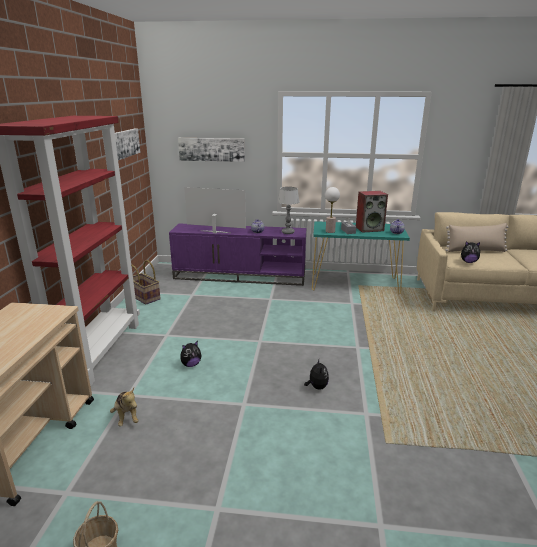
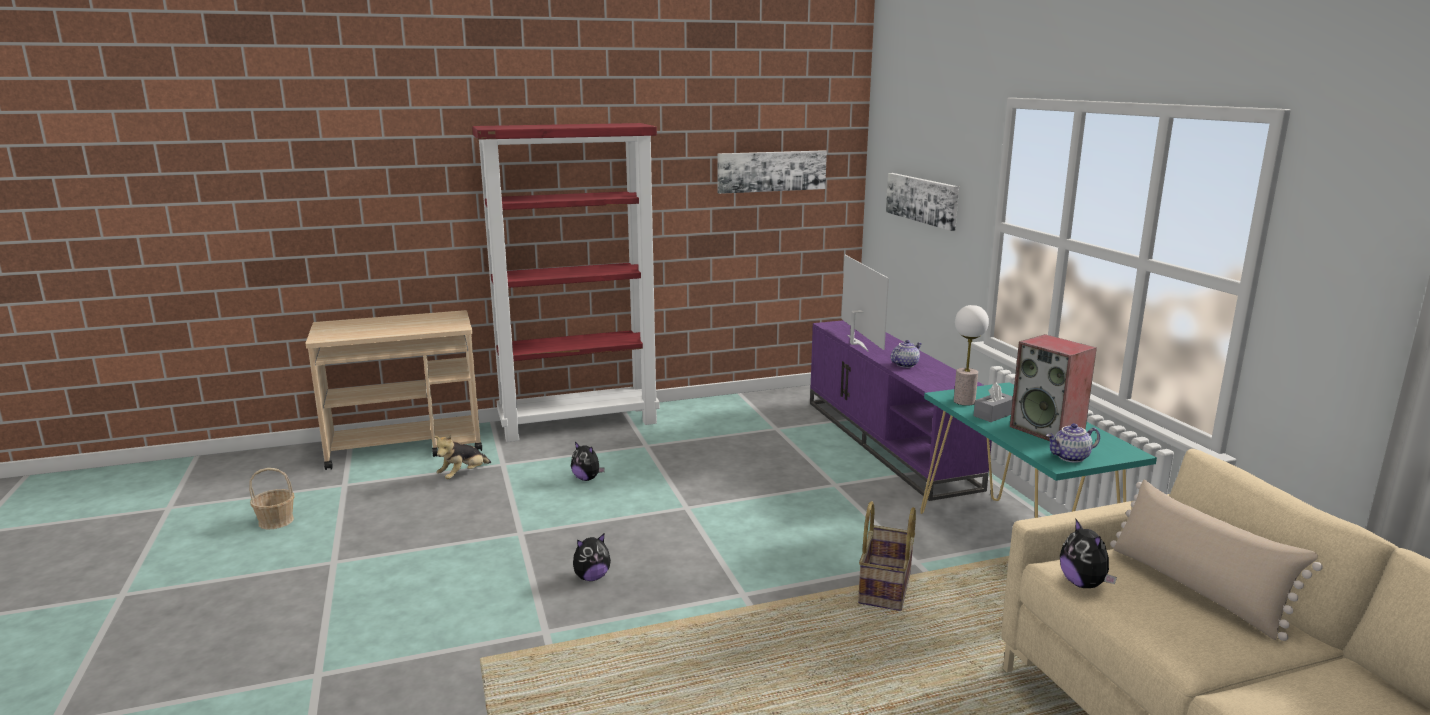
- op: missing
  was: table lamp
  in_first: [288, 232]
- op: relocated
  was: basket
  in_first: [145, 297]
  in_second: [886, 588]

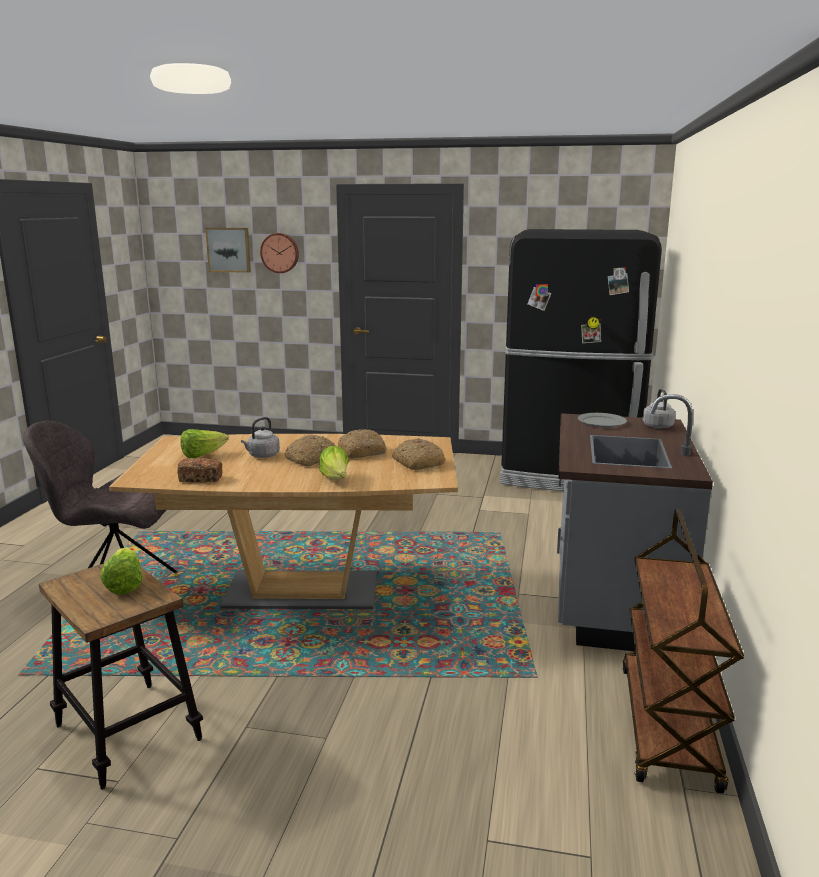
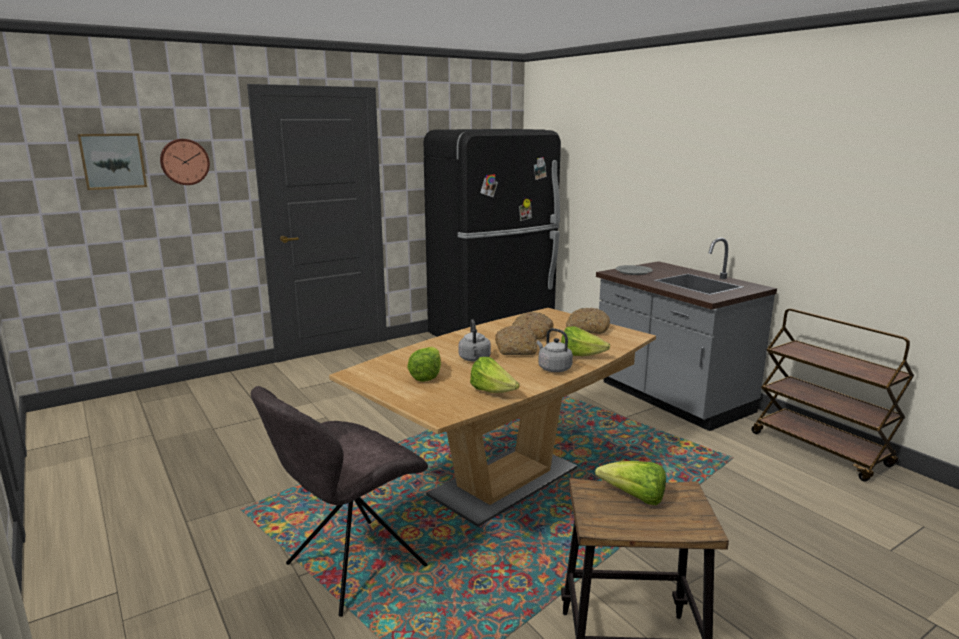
- op: relocated
  was: grey tea kettle
  in_first: [657, 425]
  in_second: [553, 368]
- op: exchanged
  was: baked bread
  now: lettuce head
  in_first: [201, 479]
  in_second: [493, 392]

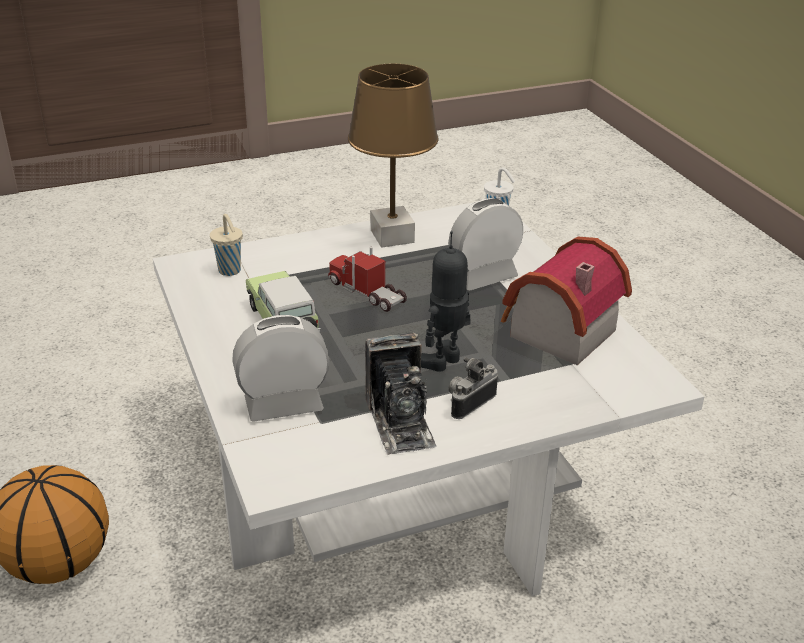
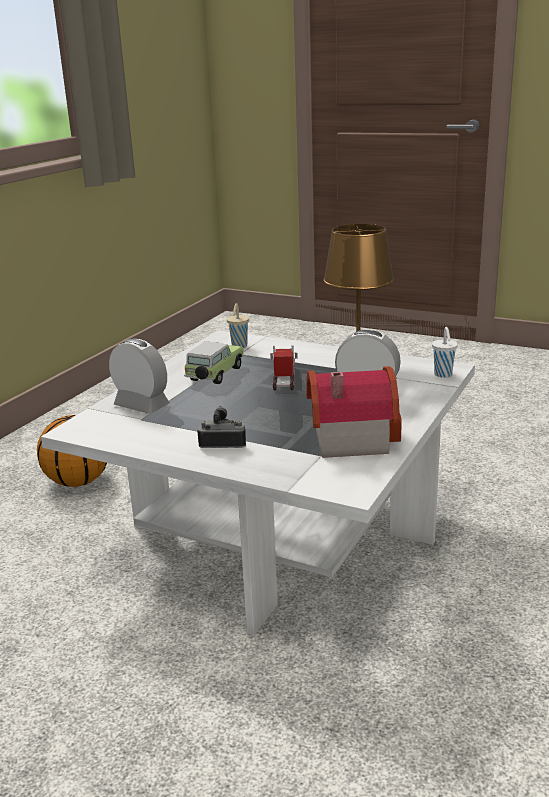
- op: missing
  was: still camera
  in_first: [400, 422]
- op: missing
  was: model robot
  in_first: [444, 362]

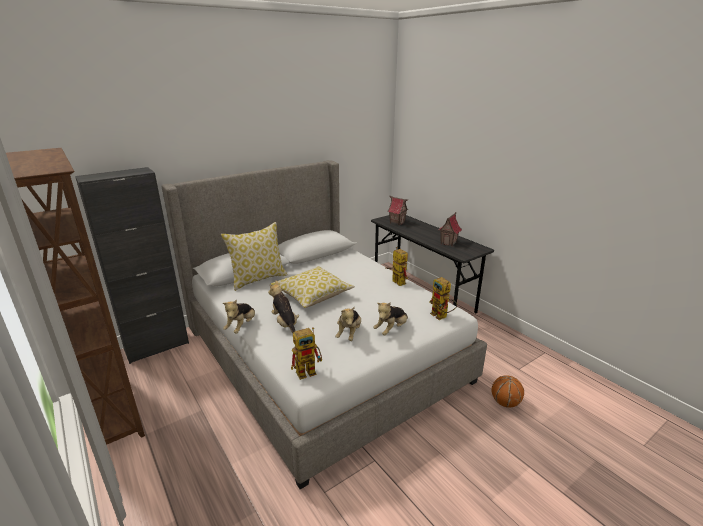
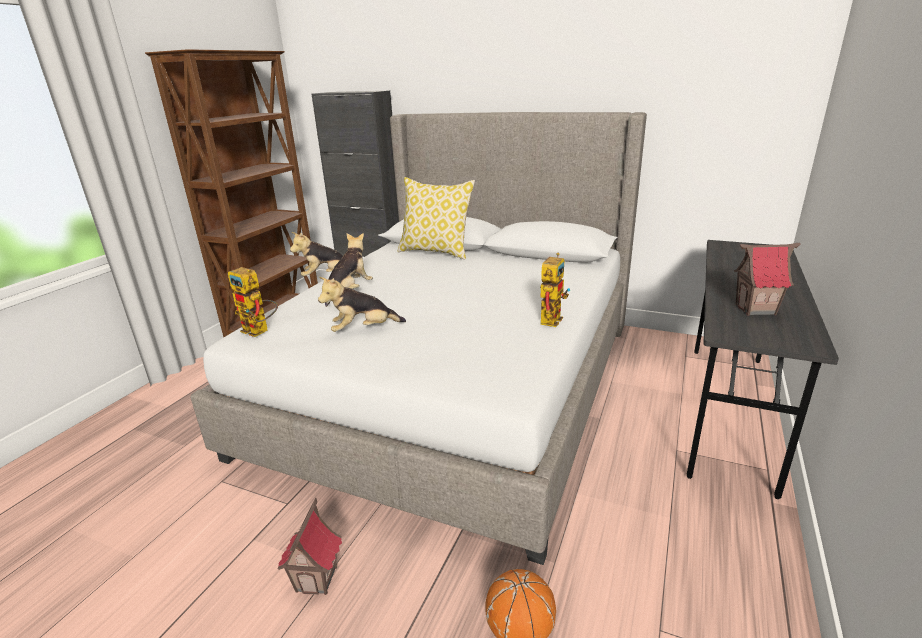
- op: missing
  was: pillow
  in_first: [312, 295]
- op: missing
  was: plush toy
  in_first: [391, 329]
- op: missing
  was: model robot
  in_first: [442, 316]
- op: relocated
  was: model house
  in_first: [397, 222]
  in_second: [317, 579]

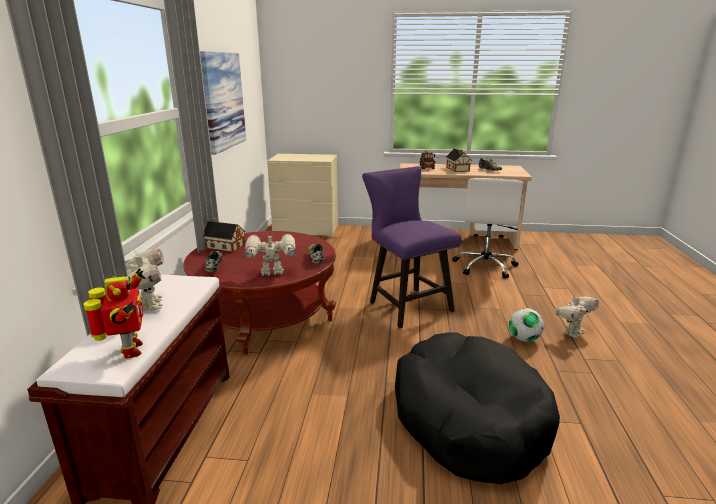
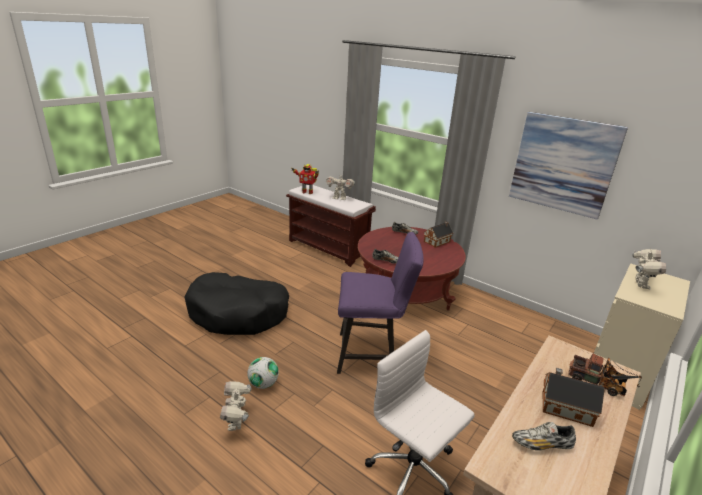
- op: relocated
  was: model robot
  in_first: [272, 274]
  in_second: [640, 284]

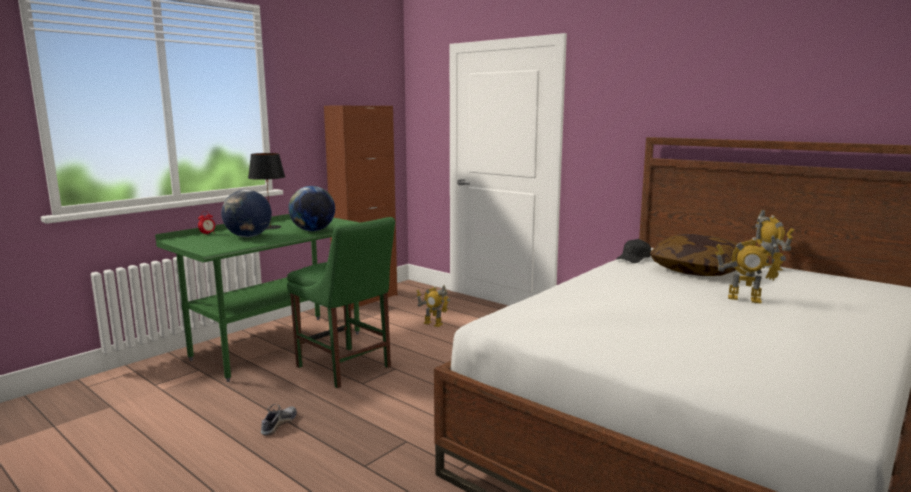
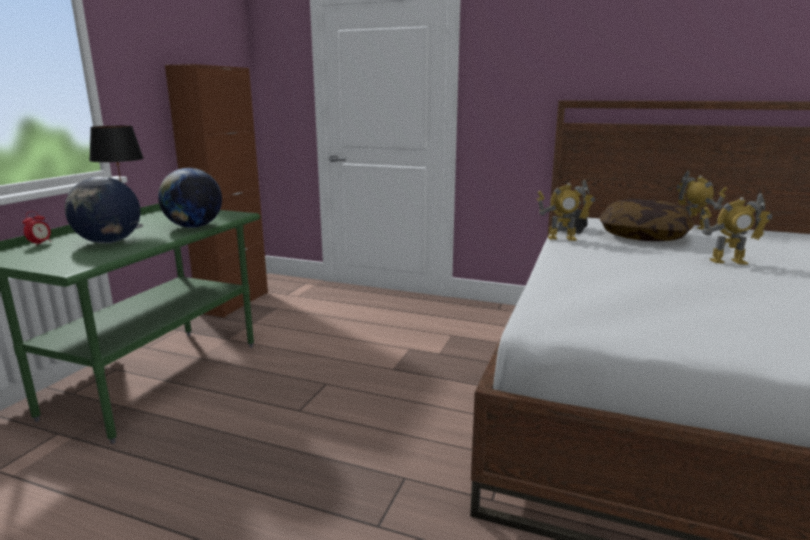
- op: missing
  was: shoe
  in_first: [278, 424]
- op: missing
  was: green-coloured upright chair
  in_first: [346, 368]
- op: relocated
  was: model robot
  in_first: [433, 324]
  in_second: [562, 238]

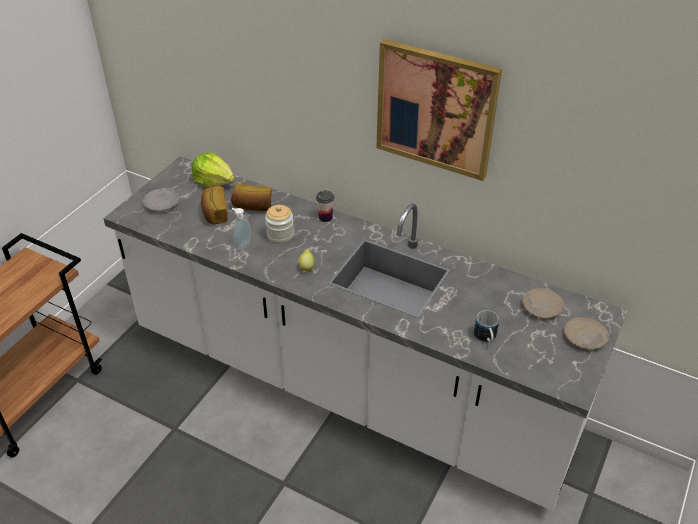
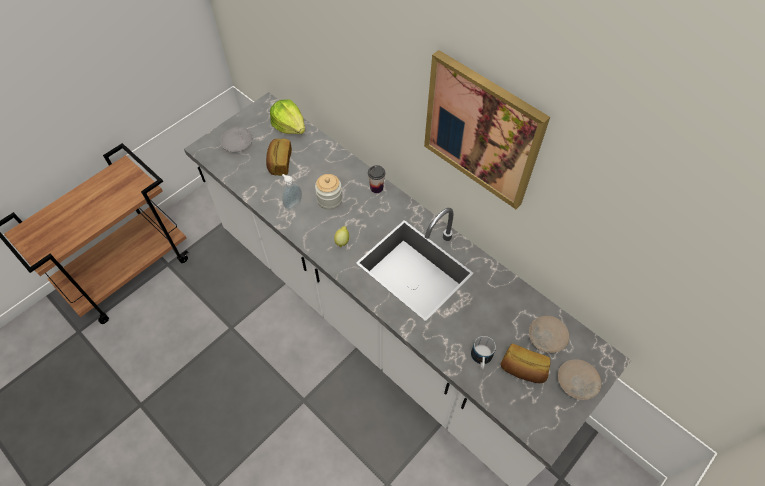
- op: relocated
  was: baked bread
  in_first: [253, 206]
  in_second: [522, 369]

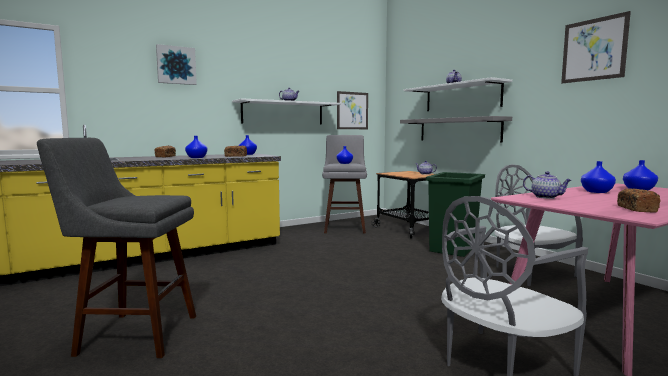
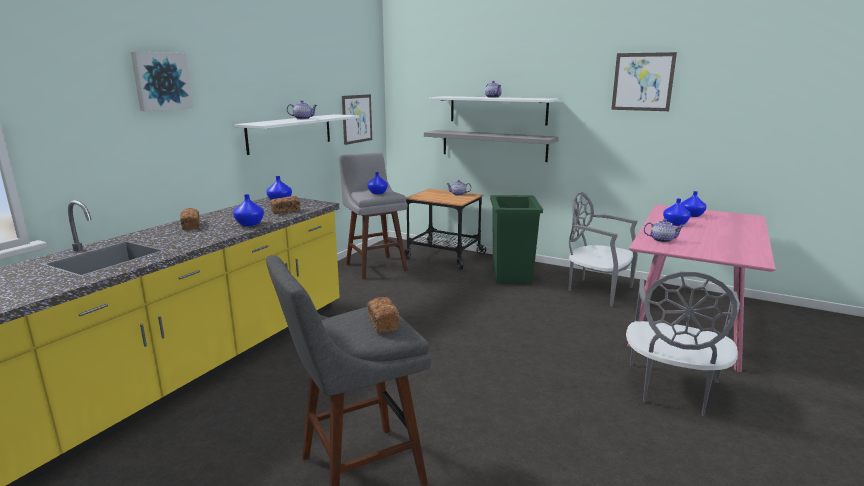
- op: relocated
  was: baked bread
  in_first: [636, 209]
  in_second: [383, 323]

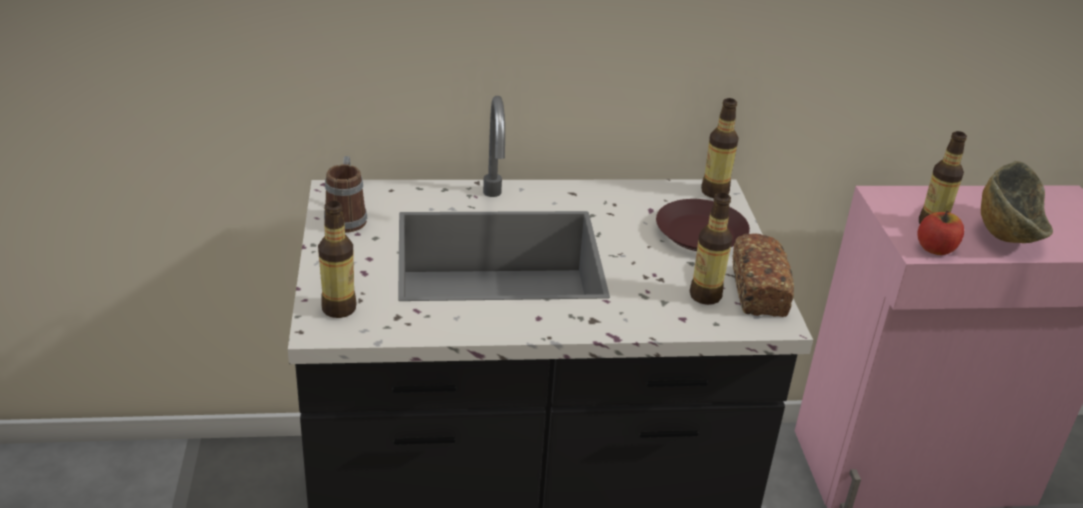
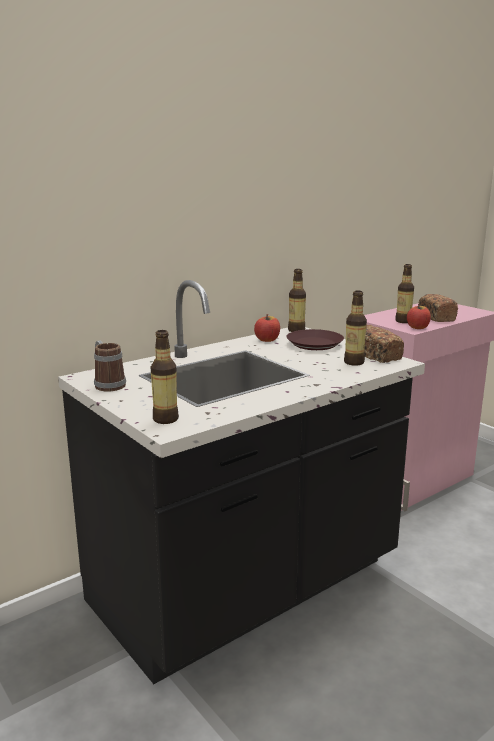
- op: appeared
  now: apple fruit
  in_second: [267, 340]
- op: exchanged
  was: deep dish
  now: baked bread
  in_first: [1008, 234]
  in_second: [436, 317]

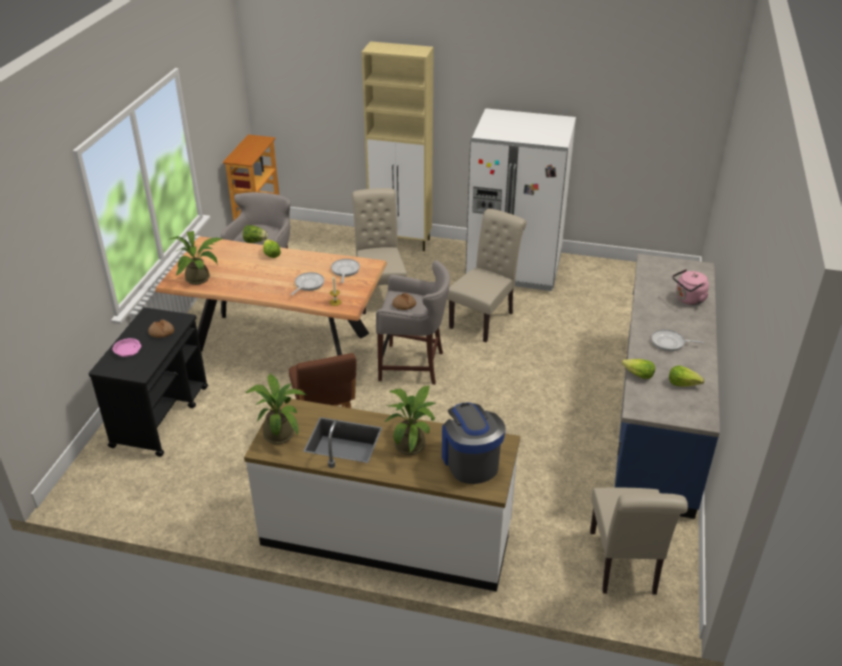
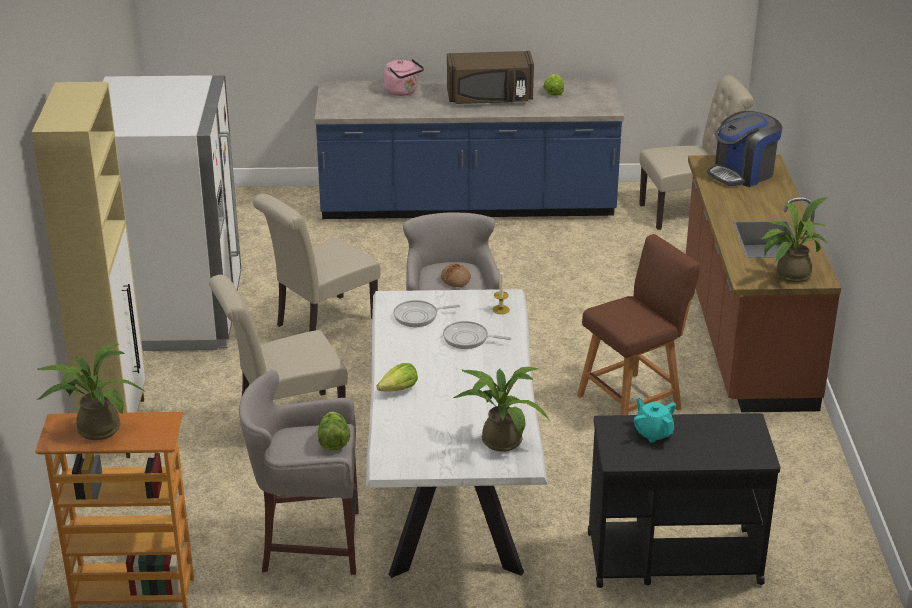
- op: missing
  was: pinkish deep dish
  in_first: [128, 351]
- op: missing
  was: lettuce head
  in_first: [638, 375]
- op: relocated
  was: plant in a pot
  in_first: [413, 443]
  in_second: [94, 427]
- op: exchanged
  was: baked bread
  now: turquoise-coloured teapot
  in_first: [161, 332]
  in_second: [653, 433]
- op: exchanged
  was: skillet
  now: brown-coloured microwave
  in_first: [670, 343]
  in_second: [490, 98]
- op: colour
  was: brown-coloured dinner table
  now: whitish dinner table
  in_first: [281, 343]
  in_second: [452, 487]
- op: colour
  was: whitish counter
  now: brown-coloured counter
  in_first: [386, 535]
  in_second: [745, 335]
- op: spun
  was: beige upright chair
  in_first: [484, 318]
  in_second: [321, 323]
  clockwise: -60

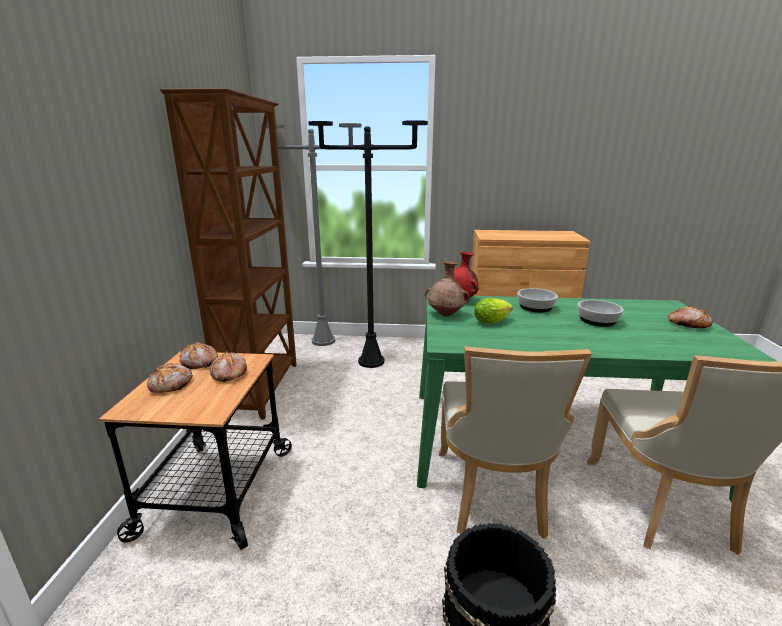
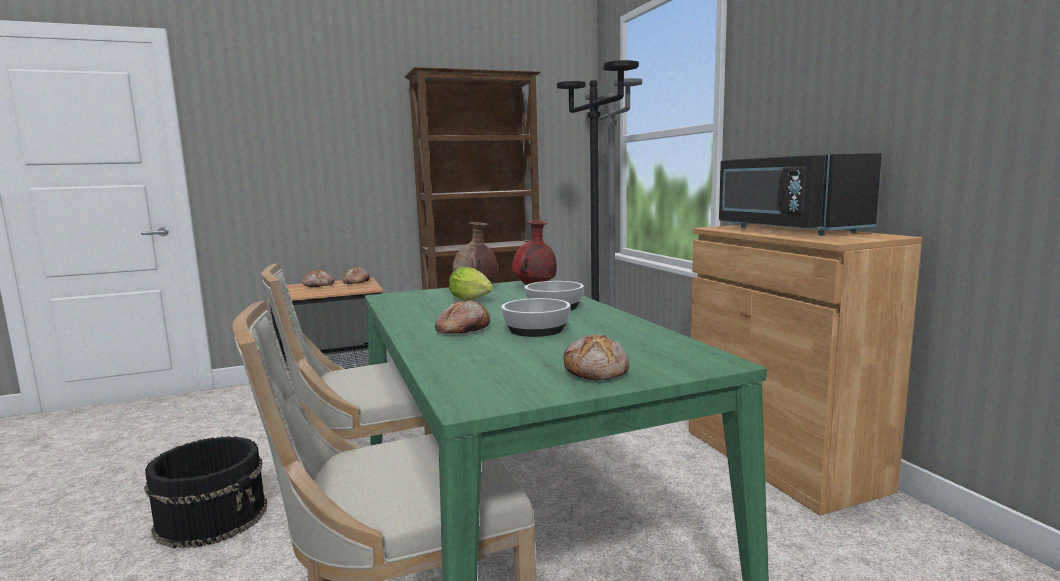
- op: appeared
  now: black microwave
  in_second: [785, 229]
- op: relocated
  was: baked bread
  in_first: [228, 373]
  in_second: [462, 329]

